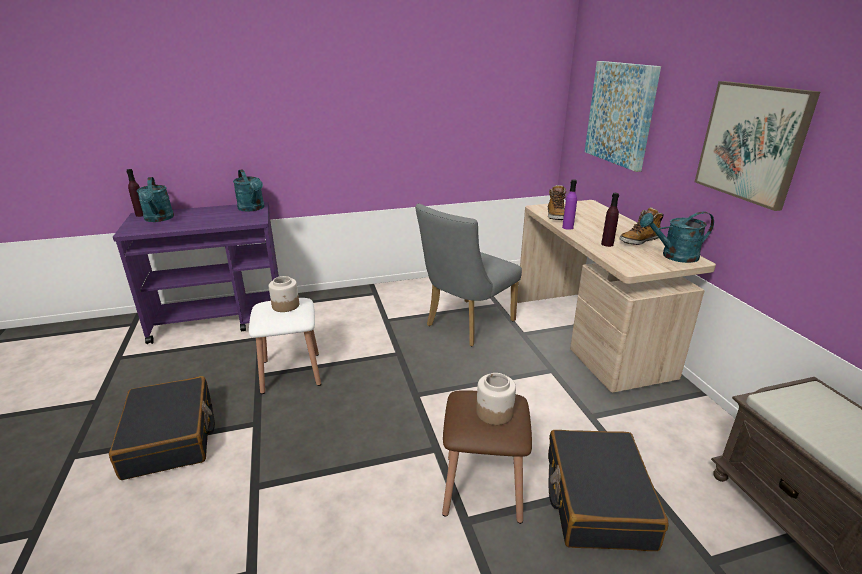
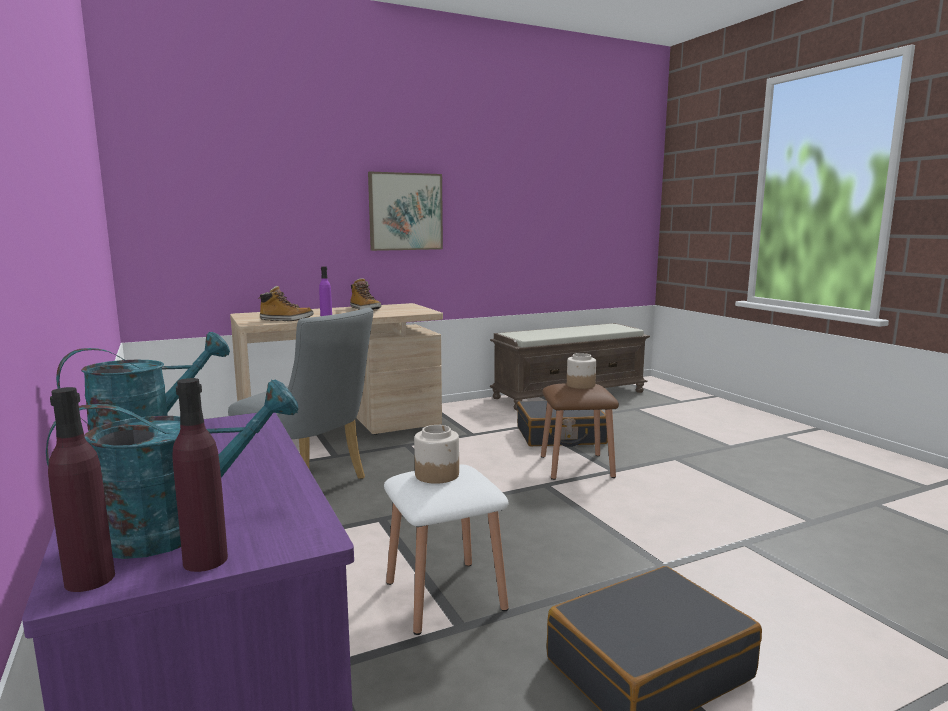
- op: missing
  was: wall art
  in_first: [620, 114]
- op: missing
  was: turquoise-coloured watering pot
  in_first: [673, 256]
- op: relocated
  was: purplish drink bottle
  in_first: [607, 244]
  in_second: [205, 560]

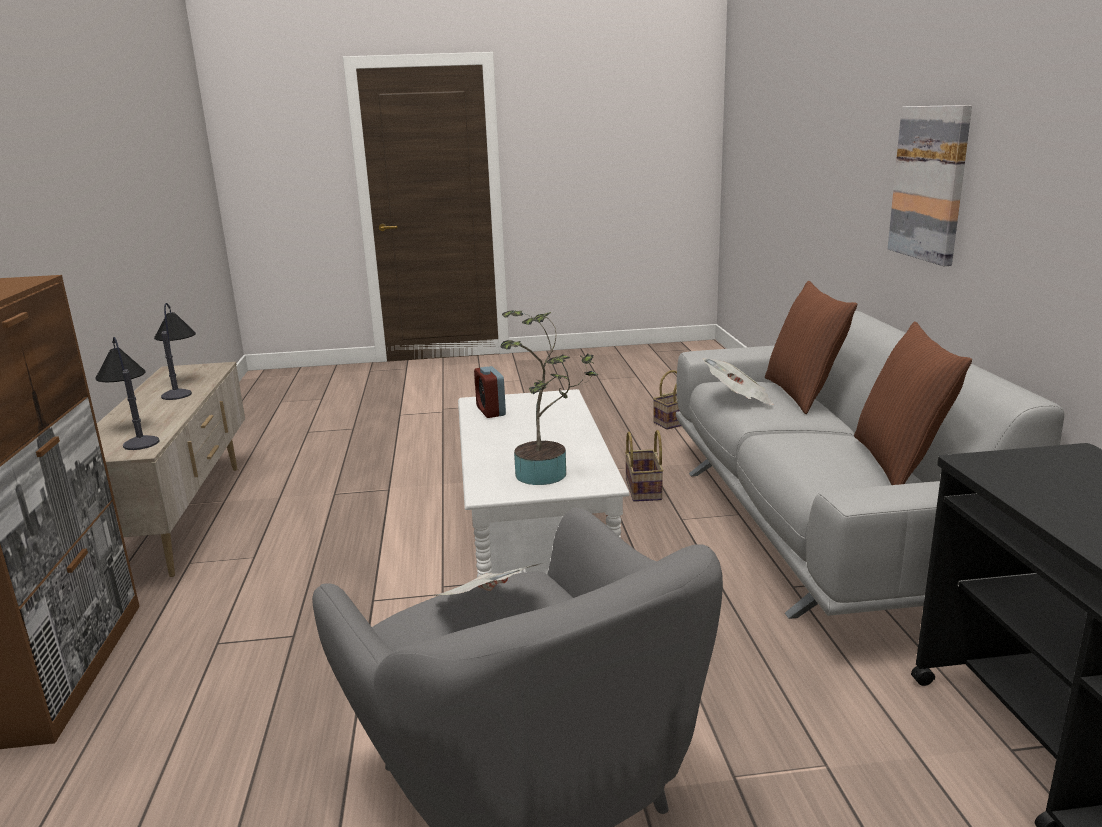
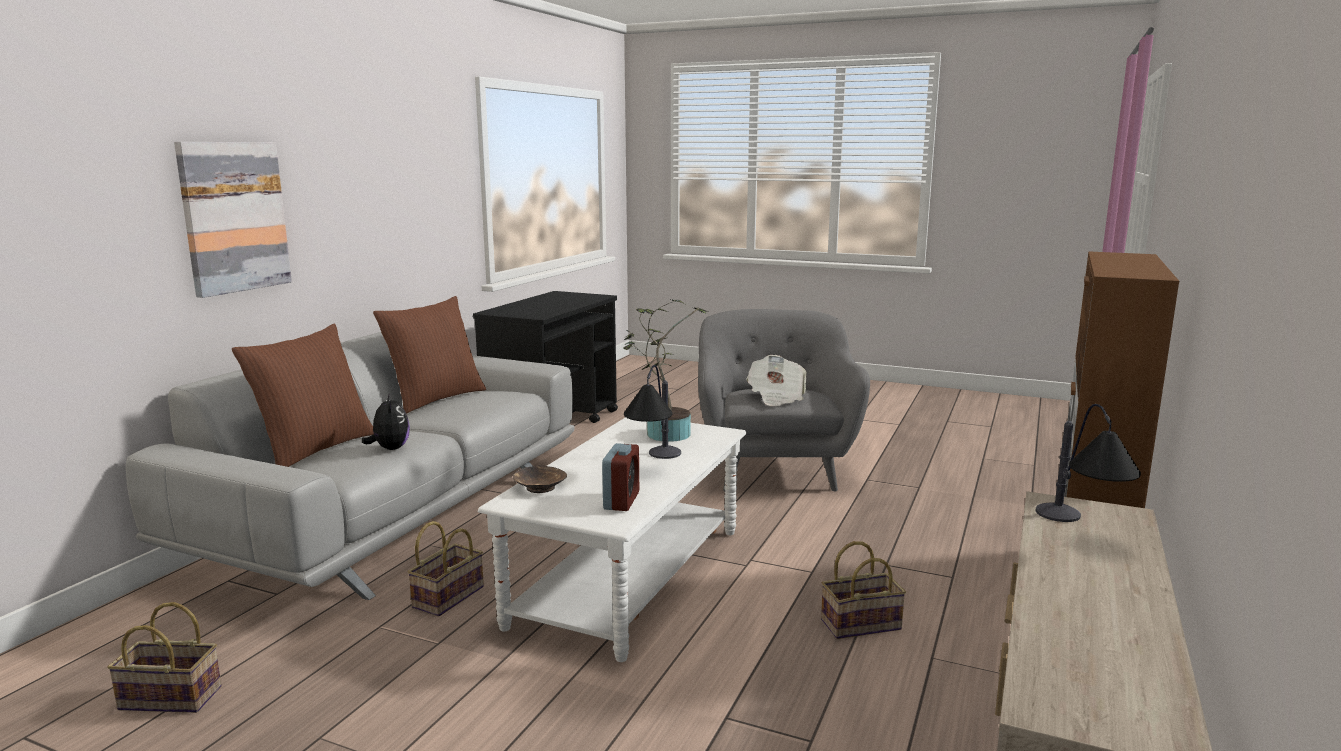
- op: appeared
  now: brown-coloured deep dish
  in_second: [540, 487]
- op: appeared
  now: basket
  in_second: [861, 623]
- op: relocated
  was: table lamp
  in_first: [181, 386]
  in_second: [655, 464]
- op: exchanged
  was: printed paper
  now: plush toy
  in_first: [738, 399]
  in_second: [390, 449]

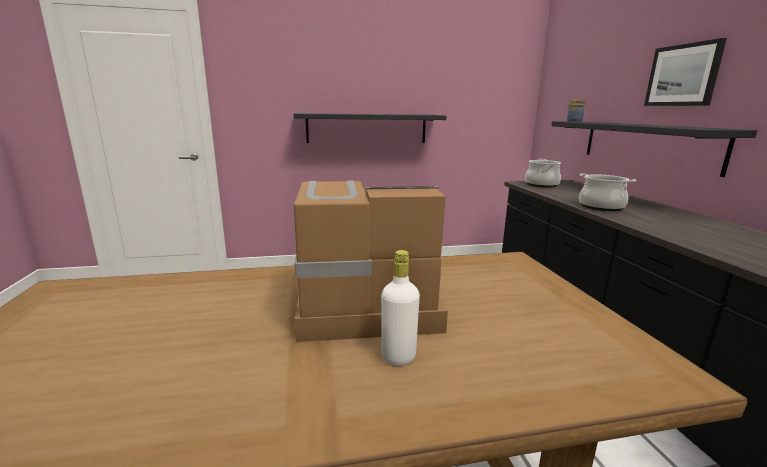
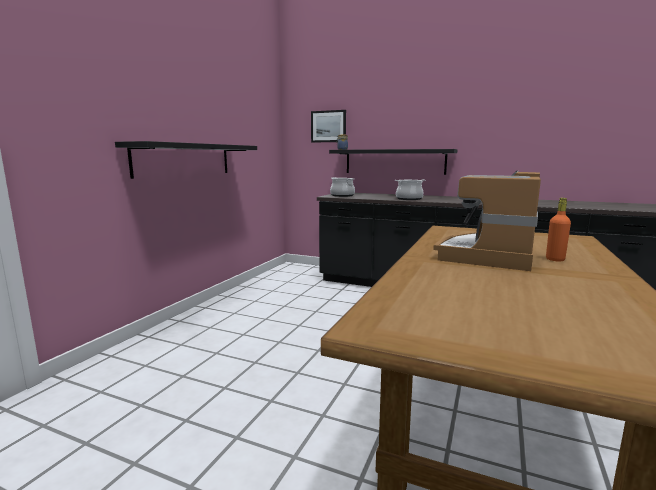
- op: relocated
  was: wall art
  in_first: [683, 75]
  in_second: [328, 126]
- op: colour
  was: whitish drink bottle
  now: orangey drink bottle
  in_first: [398, 357]
  in_second: [555, 259]

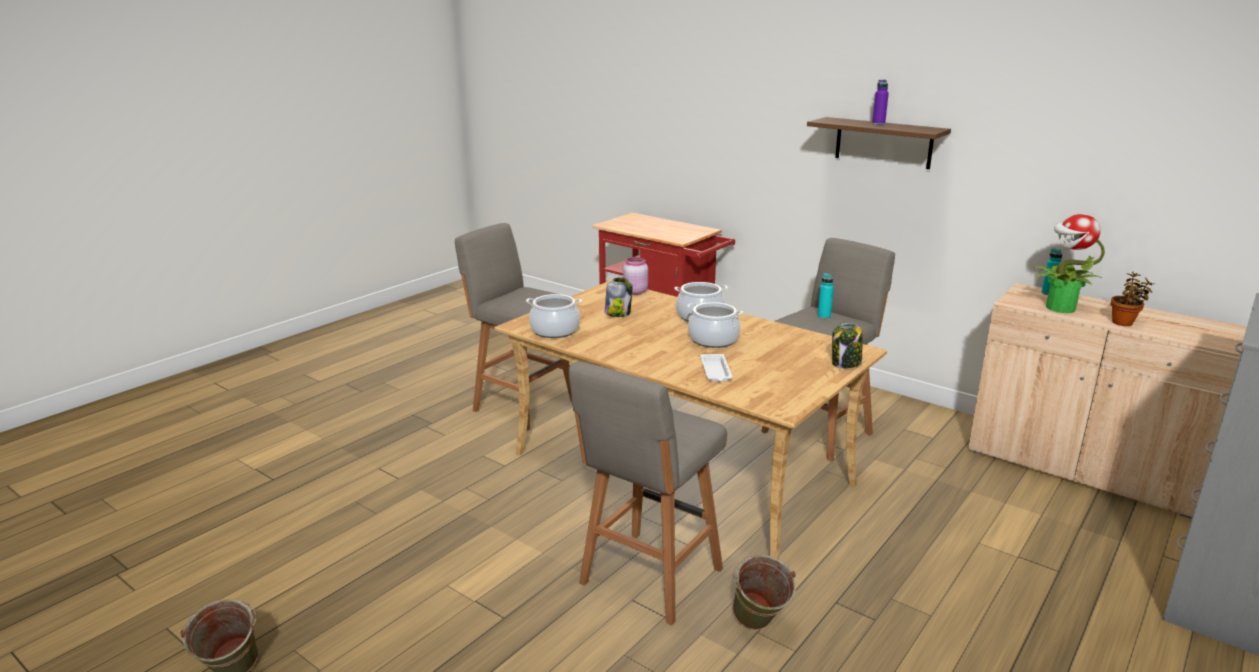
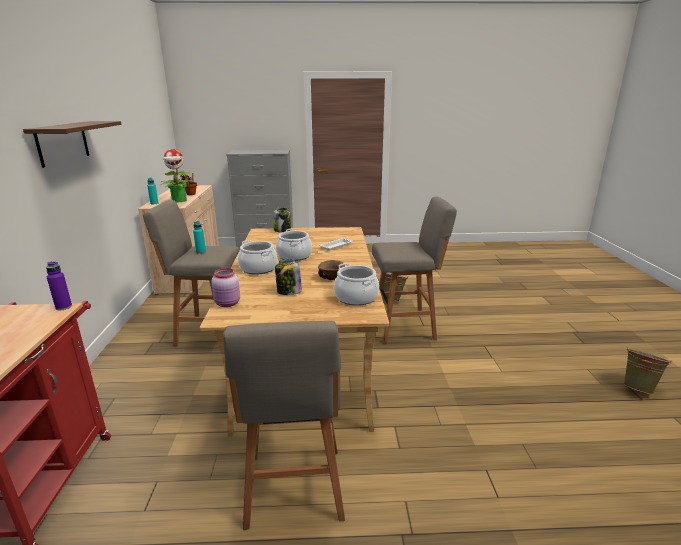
- op: appeared
  now: brown-coloured deep dish
  in_second: [332, 278]
- op: relocated
  was: purplish drink bottle
  in_first: [878, 124]
  in_second: [63, 307]

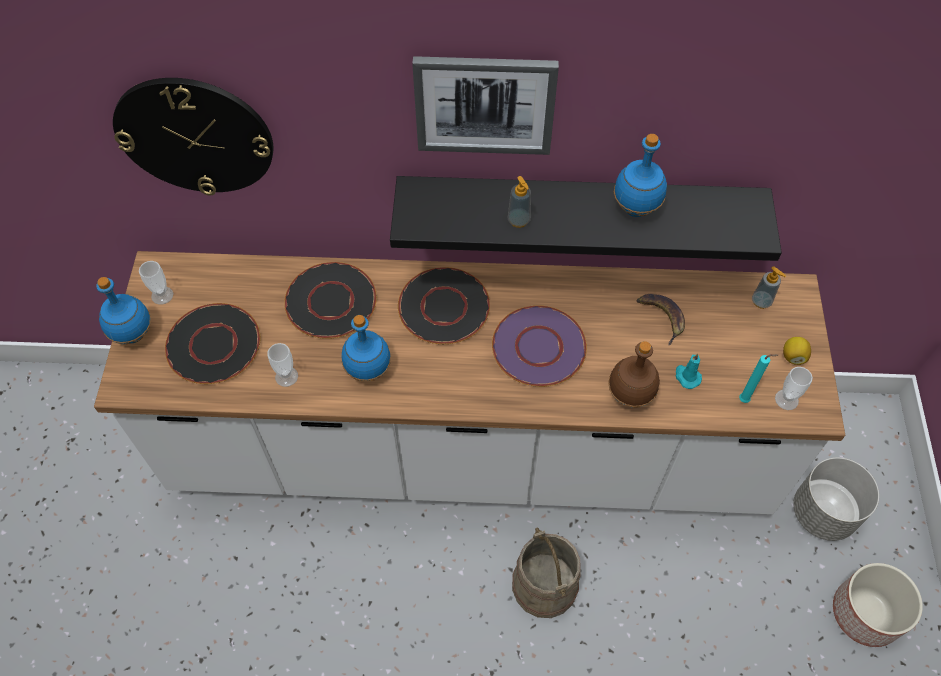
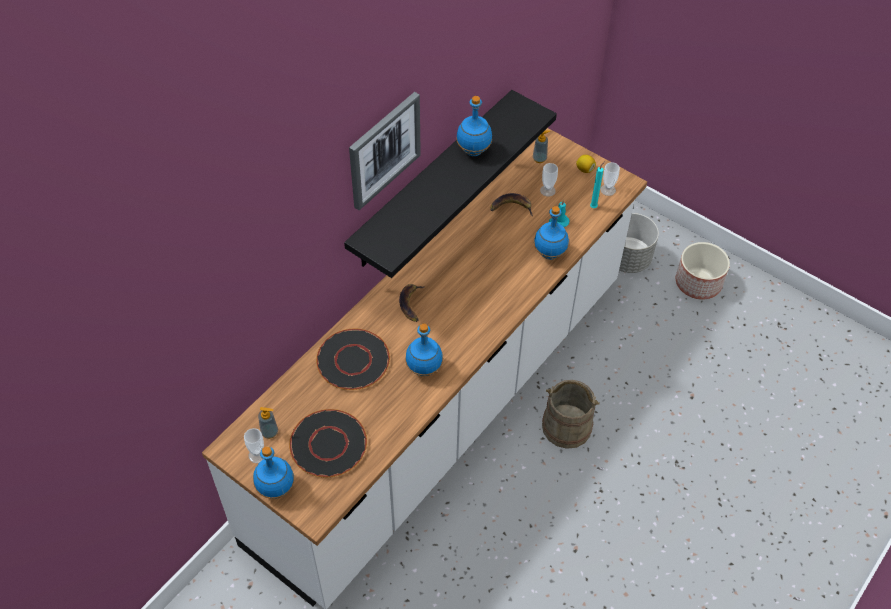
- op: missing
  was: clock on the wall
  in_first: [195, 136]
- op: missing
  was: purplish dinner plate
  in_first: [538, 347]
- op: relocated
  was: cup
  in_first: [286, 376]
  in_second: [547, 190]
- op: relocated
  was: soap dispenser
  in_first: [518, 220]
  in_second: [269, 432]
- op: exchanged
  was: black dinner plate
  now: banana
  in_first: [444, 306]
  in_second: [411, 304]
- op: colour
  was: brown-coloured drink bottle
  now: blue-coloured drink bottle
  in_first: [630, 396]
  in_second: [550, 254]

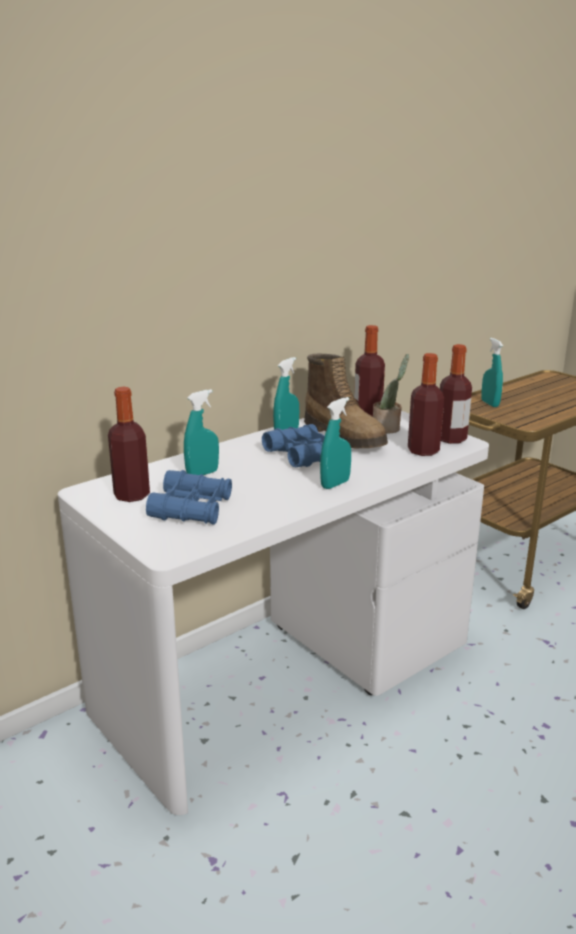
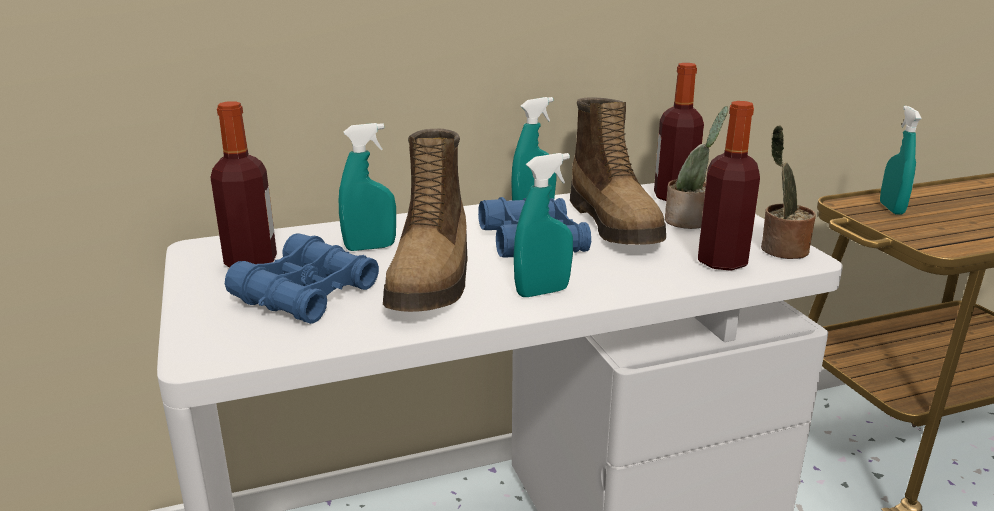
- op: appeared
  now: high-top boot
  in_second: [433, 279]
- op: exchanged
  was: drink bottle
  now: plant in a pot
  in_first: [451, 439]
  in_second: [781, 250]

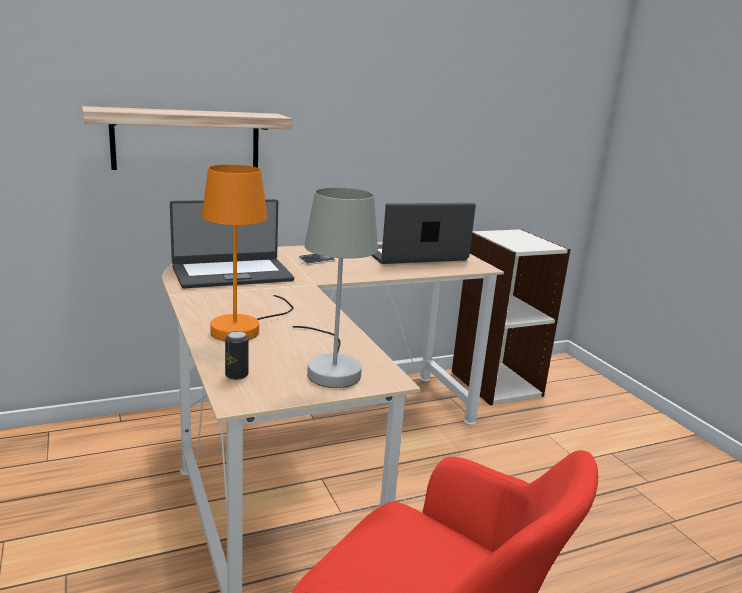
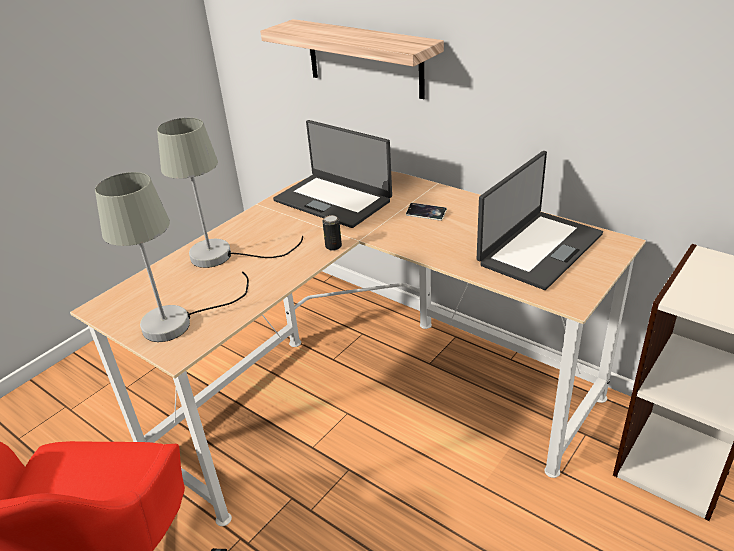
- op: relocated
  was: sealed can
  in_first: [236, 375]
  in_second: [333, 246]
- op: colour
  was: orangey table lamp
  now: grey table lamp
  in_first: [245, 327]
  in_second: [224, 255]
- op: spun
  was: laptop
  in_first: [415, 255]
  in_second: [538, 249]
  clockwise: 90

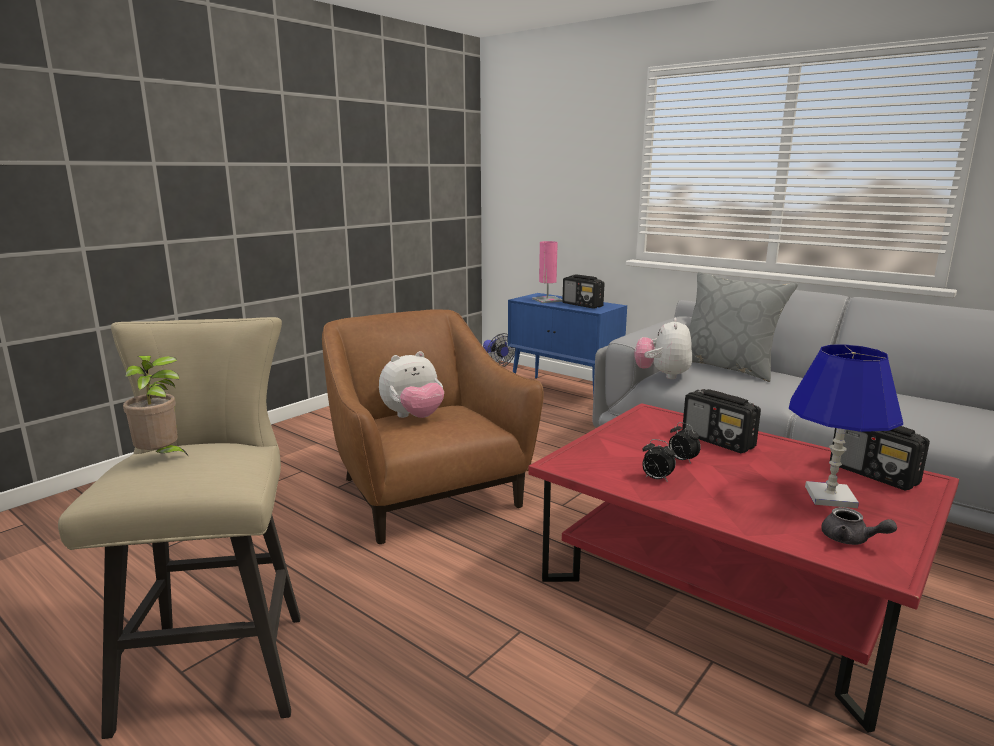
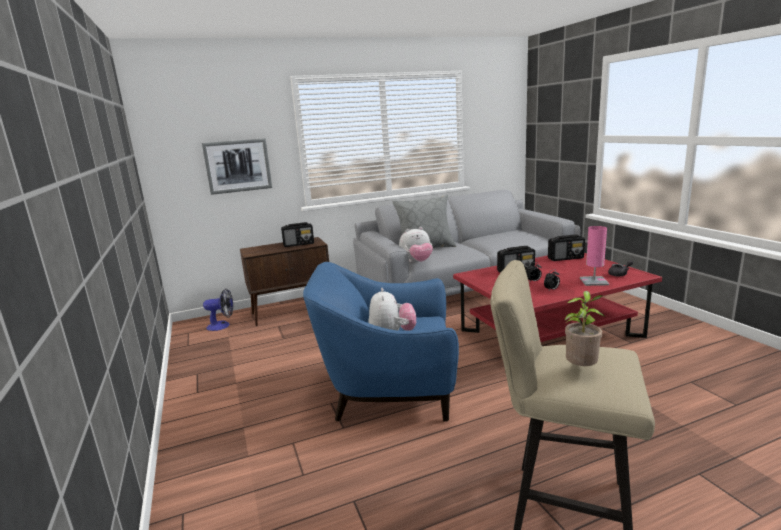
- op: missing
  was: blue-coloured table lamp
  in_first: [830, 497]
- op: appeared
  now: wall art
  in_second: [238, 166]
- op: relocated
  was: pinkish table lamp
  in_first: [547, 300]
  in_second: [594, 281]
- op: colour
  was: brown-coloured easy chair
  now: blue-coloured easy chair
  in_first: [426, 493]
  in_second: [390, 391]
- op: colour
  was: blue-coloured storage cabinet
  now: brown-coloured storage cabinet
  in_first: [564, 392]
  in_second: [293, 312]
- op: spun
  was: plush toy
  in_first: [662, 375]
  in_second: [417, 262]
  clockwise: -60

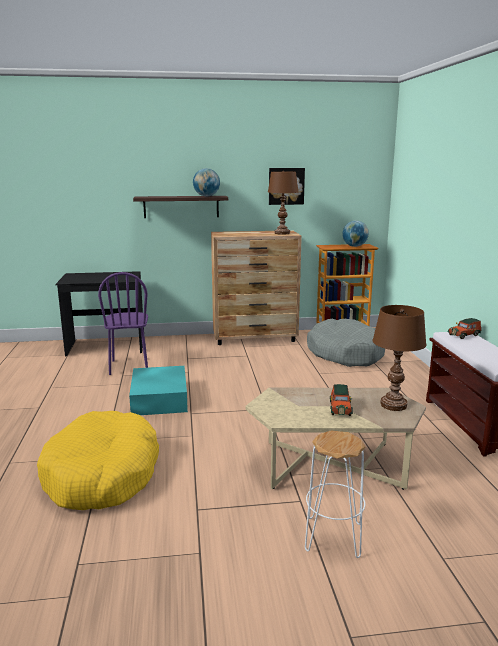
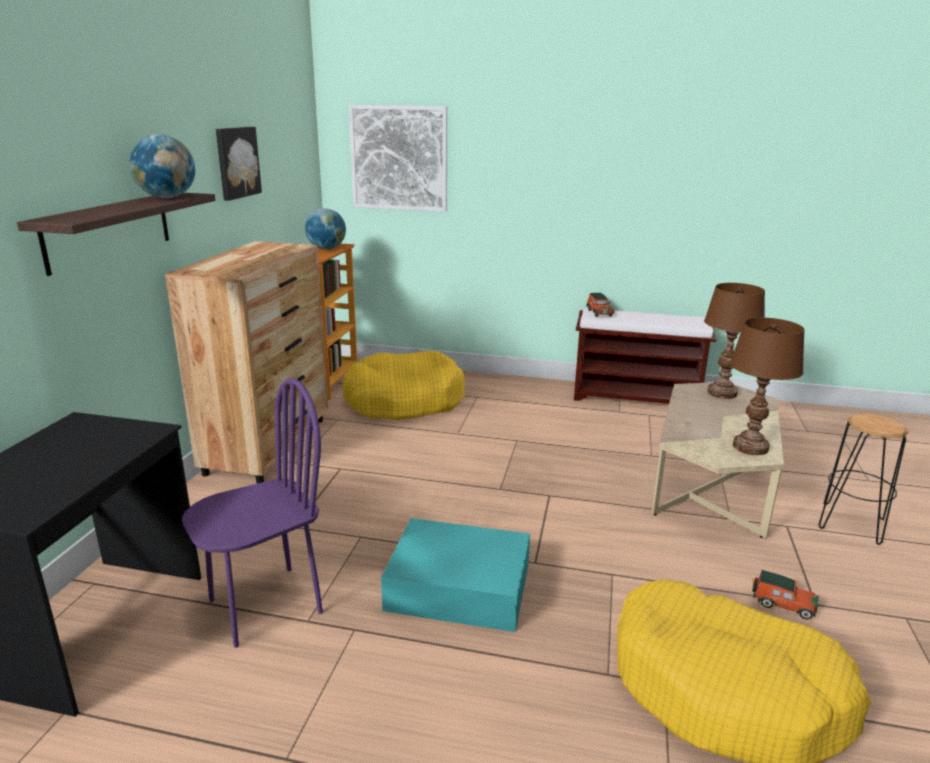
- op: appeared
  now: wall art
  in_second: [399, 158]
- op: relocated
  was: brown-coloured table lamp
  in_first: [282, 233]
  in_second: [750, 447]
- op: relocated
  was: toy car
  in_first: [340, 408]
  in_second: [782, 604]
- op: colour
  was: whitish stool
  now: black stool
  in_first: [333, 537]
  in_second: [851, 523]
- op: colour
  was: grey dog bed
  now: yellow dog bed
  in_first: [345, 353]
  in_second: [404, 401]
- op: spun
  was: purplish upright chair
  in_first: [129, 366]
  in_second: [265, 605]
  clockwise: -45

